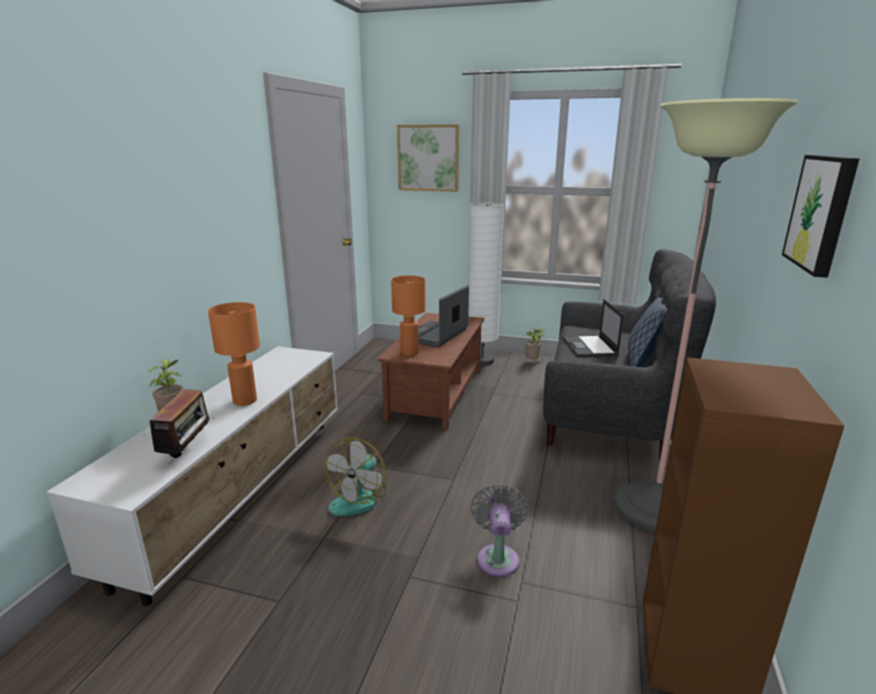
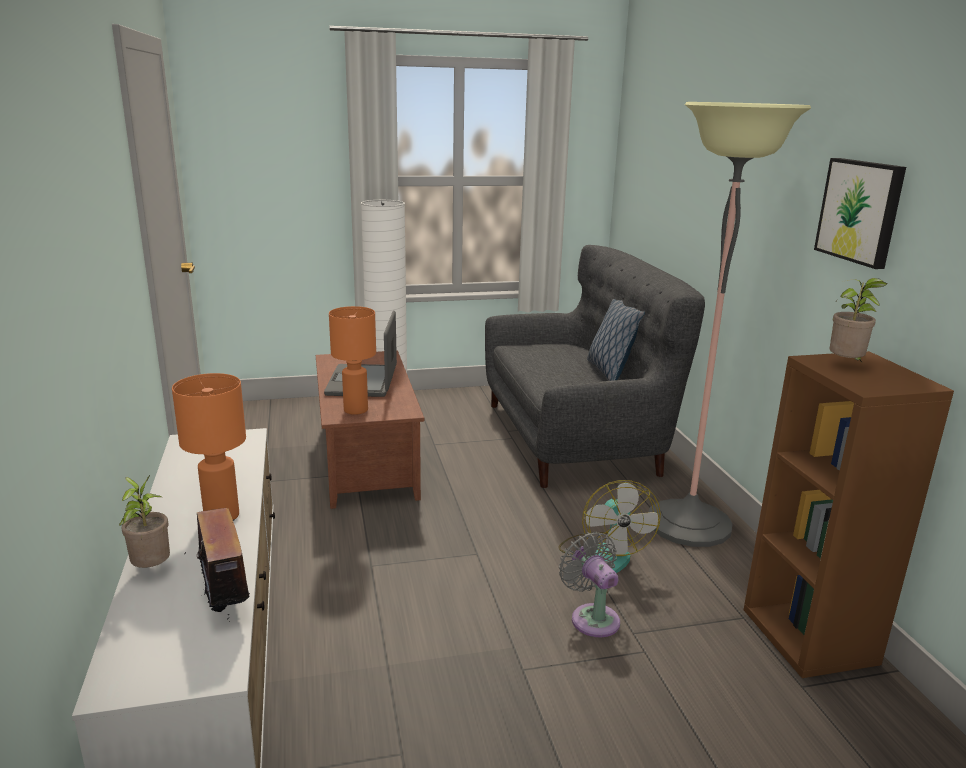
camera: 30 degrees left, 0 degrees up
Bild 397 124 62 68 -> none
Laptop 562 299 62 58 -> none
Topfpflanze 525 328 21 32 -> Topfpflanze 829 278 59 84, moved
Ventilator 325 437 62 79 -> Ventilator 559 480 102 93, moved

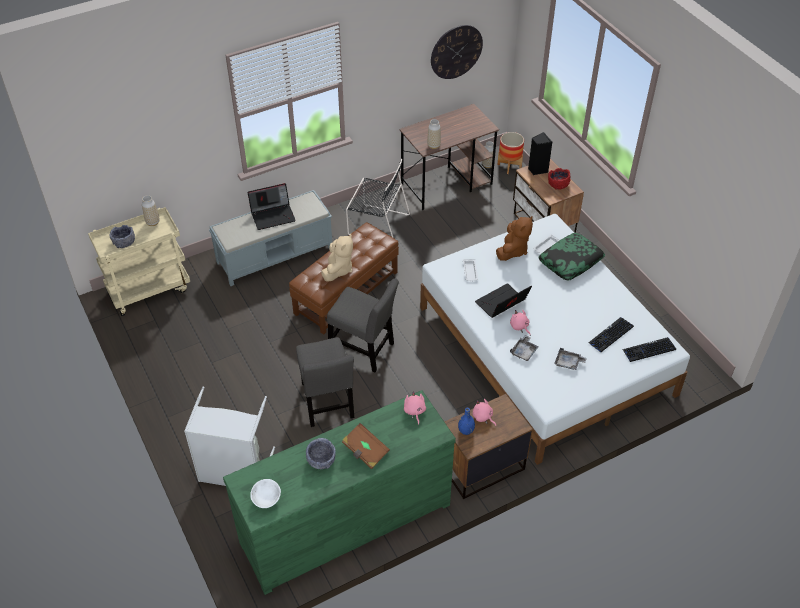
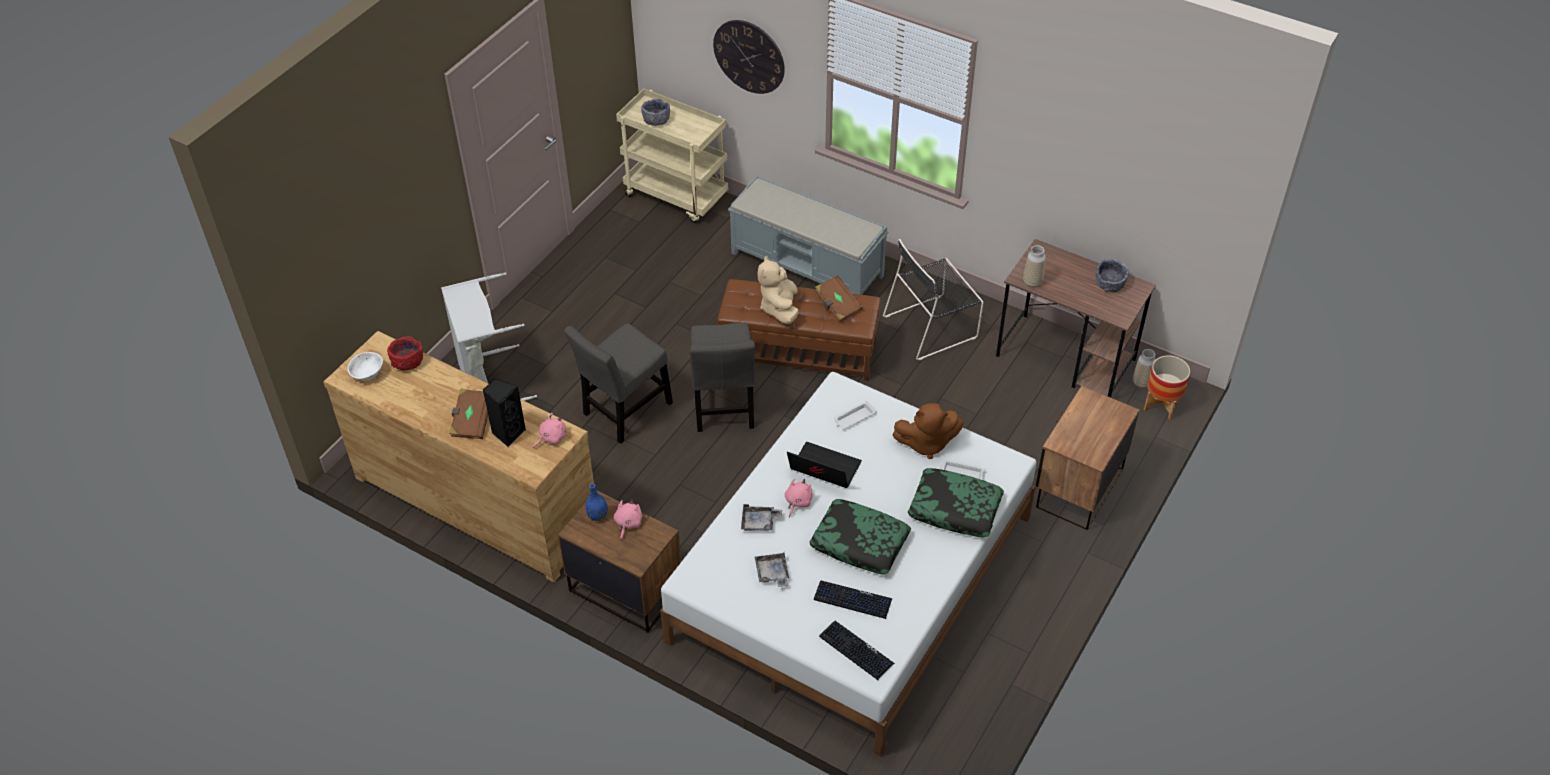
camera: 60 degrees right, 0 degrees up
Wanduhr 431 25 52 54 -> Wanduhr 713 20 72 74, moved
Lautsprecher (schwarz) 528 132 25 43 -> Lautsprecher (schwarz) 483 379 43 68, moved
Stuhl (schwarz) 346 159 64 78 -> Stuhl (schwarz) 883 239 100 121, 75 degrees clockwise
Schüssel (rot) 548 168 23 22 -> Schüssel (rot) 387 336 36 34, moved
Laptop 247 183 49 47 -> none
Vase 142 195 18 31 -> none
Plüschtier (beige) 321 234 32 48 -> Plüschtier (beige) 758 256 41 68, 105 degrees clockwise
Kommode (grün) 223 390 233 205 -> Kommode (braun) 323 331 271 251
Schüssel (grau) 306 438 30 31 -> Schüssel (grau) 1095 259 33 33, moved
none -> Buch (braun) 815 275 48 47
none -> Kissen 810 499 101 75

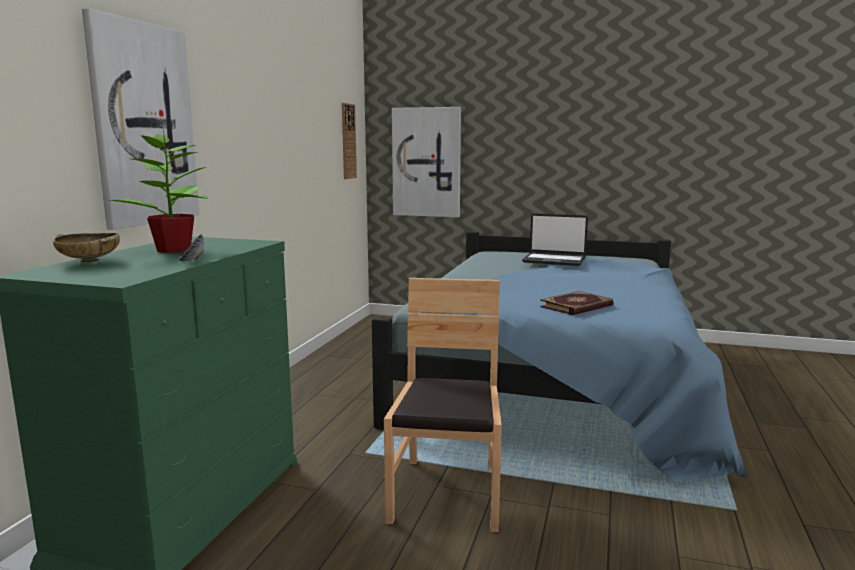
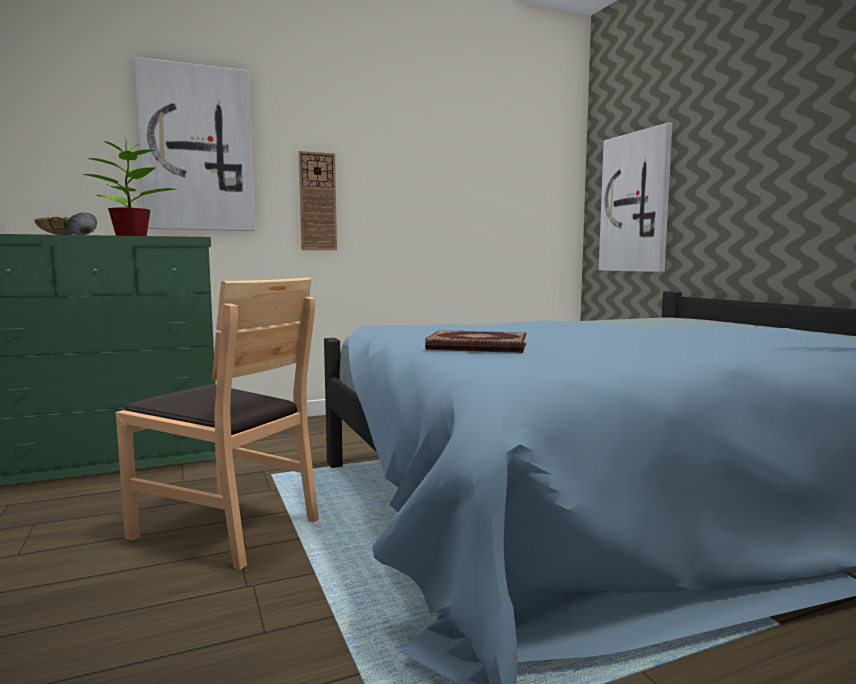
camera: 50 degrees right, 5 degrees down
Wanduhr 342 103 15 76 -> Wanduhr 299 151 38 99, moved
Laptop 522 214 66 52 -> none
Stuhl (braun) 384 278 118 254 -> Stuhl (braun) 116 277 203 293, 60 degrees clockwise

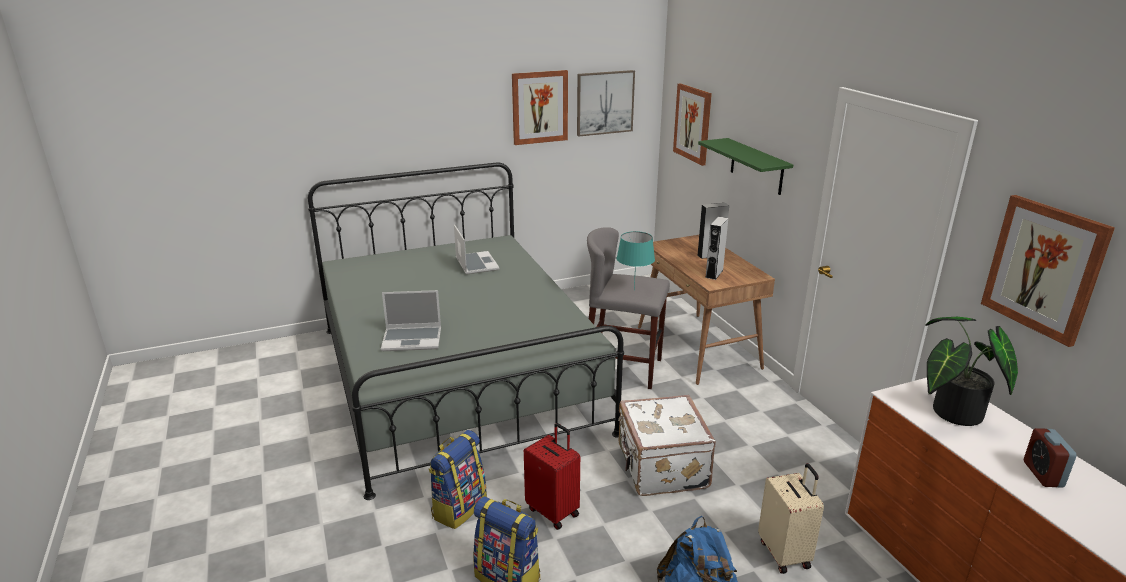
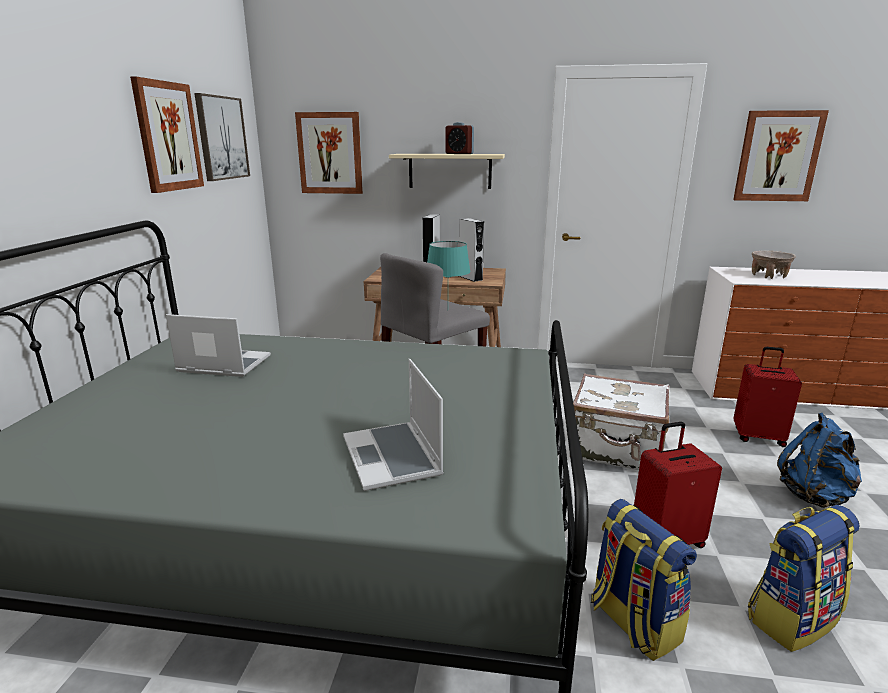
camera: 60 degrees left, 5 degrees down
Wandregal (grün) 698 138 95 57 -> Wandregal (beige) 389 154 116 35
Laptop 381 290 60 61 -> Laptop 343 359 101 132, 135 degrees clockwise
Topfpflanze 925 317 93 109 -> Schüssel (beige) 752 251 44 28
Wecker 1024 428 53 60 -> Wecker 445 122 29 32, moved
Koffer (beige) 758 463 66 111 -> Koffer (rot) 733 347 69 100

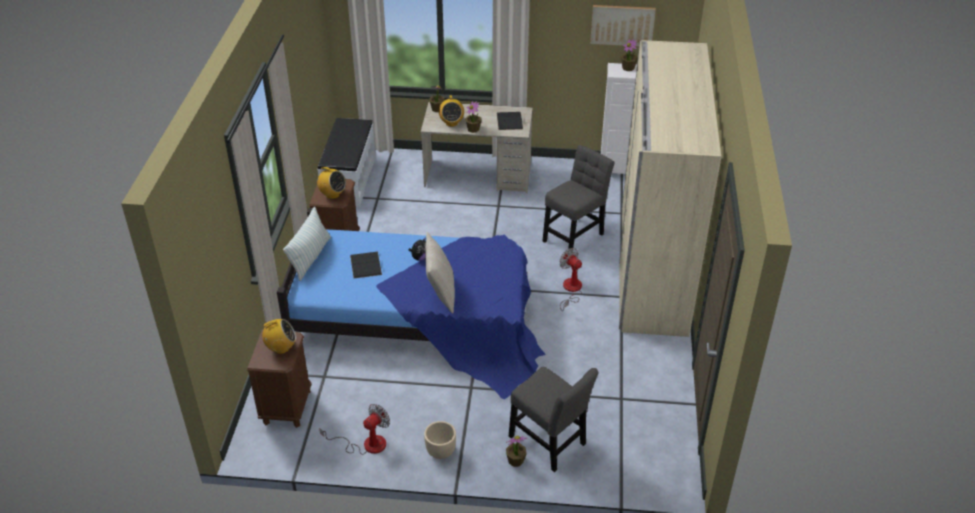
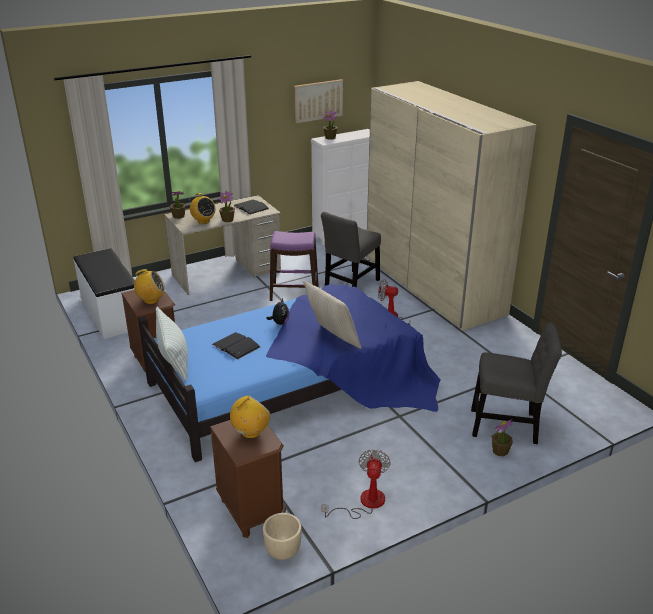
camera: 35 degrees left, 10 degrees down
Stuhl (grau) 542 145 72 107 -> Stuhl (grau) 321 212 60 76, 150 degrees counterclockwise
Pflanzkübel (beige) 424 421 32 38 -> Pflanzkübel (beige) 263 513 39 47, moved
none -> Hocker (lila) 270 231 49 70

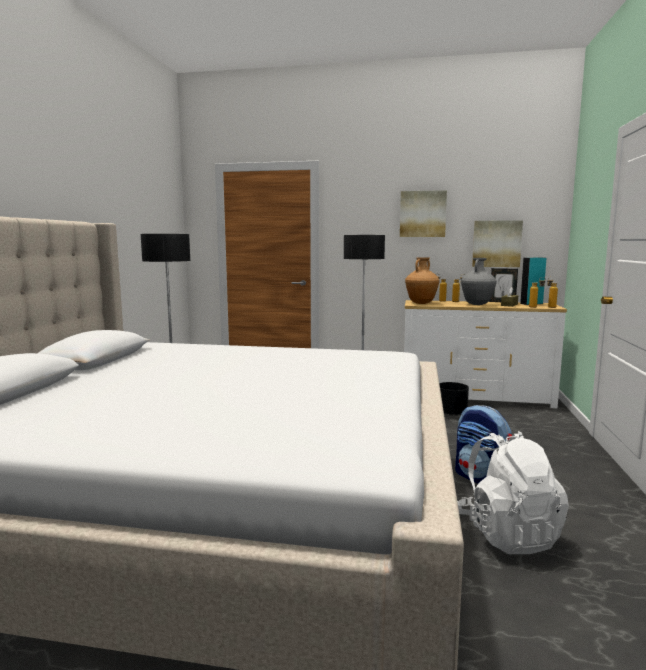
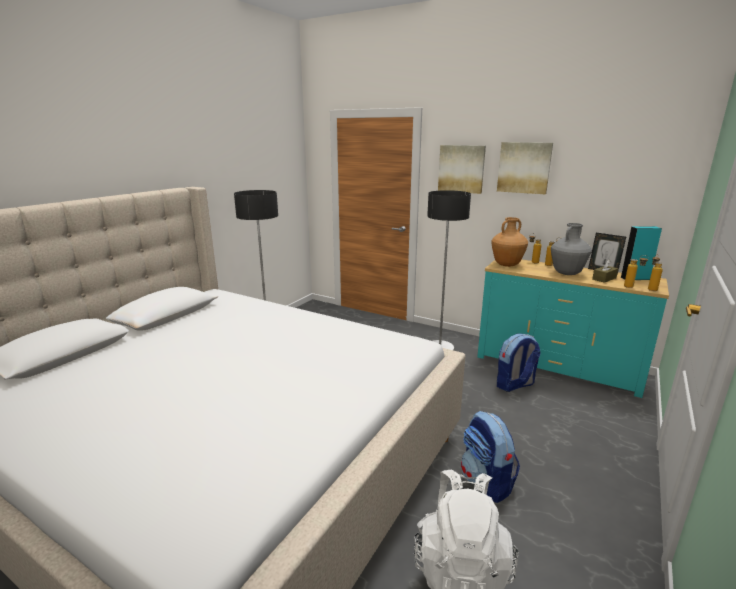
camera: 20 degrees right, 10 degrees up
Bild 472 220 51 47 -> Bild 438 145 48 49, moved
Kommode (weiß) 404 300 163 108 -> Kommode (türkis) 477 260 192 138
Pflanzkübel (schwarz) 439 382 30 34 -> Rucksack 497 333 43 59

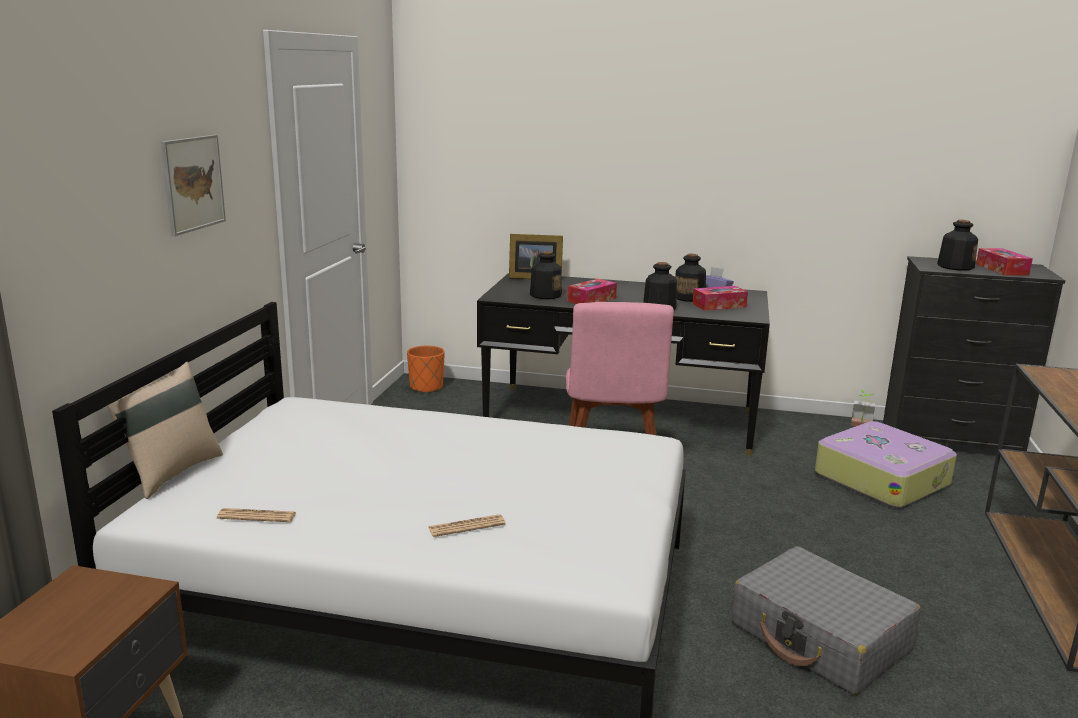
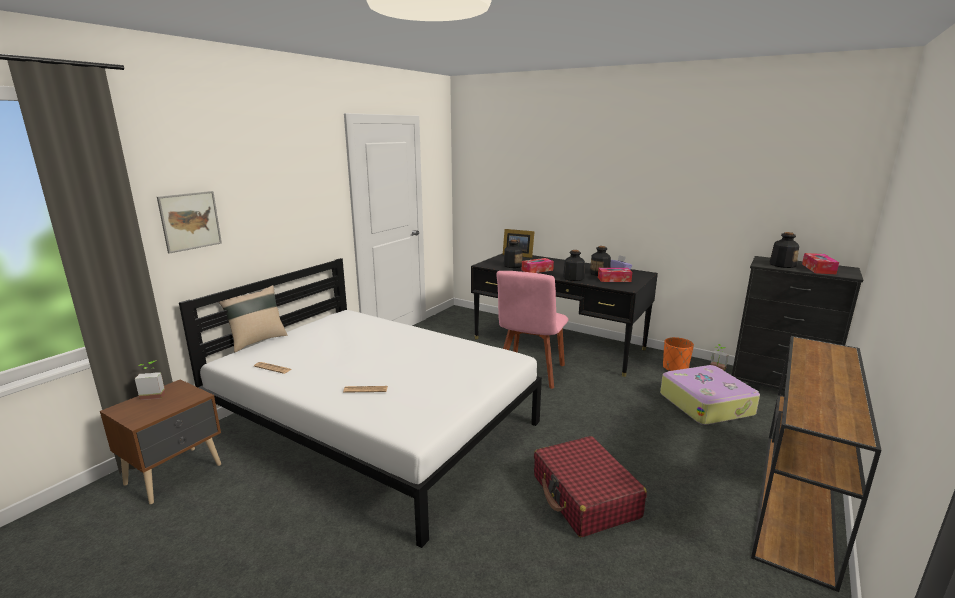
camera: 20 degrees right, 0 degrees up
Bild 161 135 65 101 -> Bild 157 191 65 63, moved
Pflanzkübel (orange) 407 346 38 47 -> Pflanzkübel (orange) 663 337 31 34, moved
Koffer (grau) 732 546 189 149 -> Koffer (rot) 534 436 113 101
none -> Topfpflanze 135 361 30 39

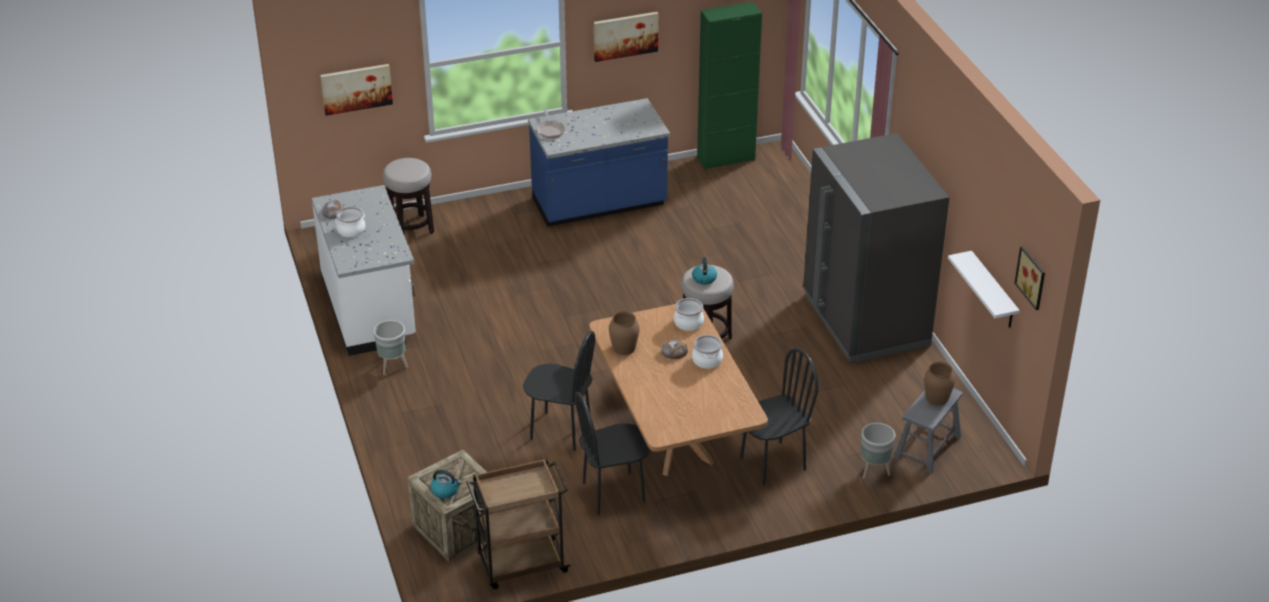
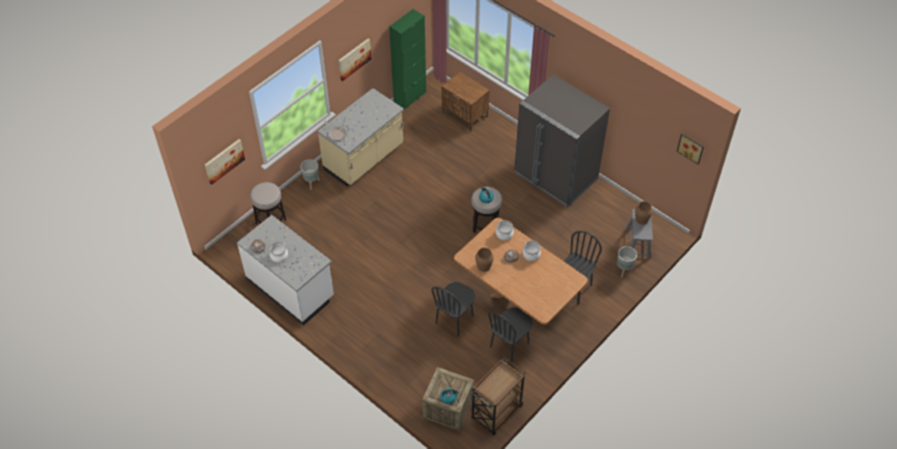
camera: 30 degrees left, 15 degrees up
Küchenzeile (blau) 528 98 142 129 -> Küchenzeile (beige) 317 88 87 98
Wandregal (weiß) 948 251 72 77 -> none
Pflanzkübel (grau) 373 320 35 55 -> Pflanzkübel (grau) 300 159 20 31, moved
Stuhl (schwarz) 523 331 72 120 -> Stuhl (schwarz) 431 282 44 55, 135 degrees clockwise
none -> Nachttisch (braun) 442 72 48 59

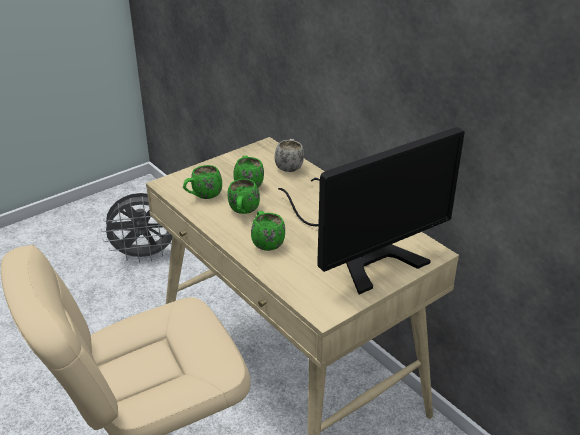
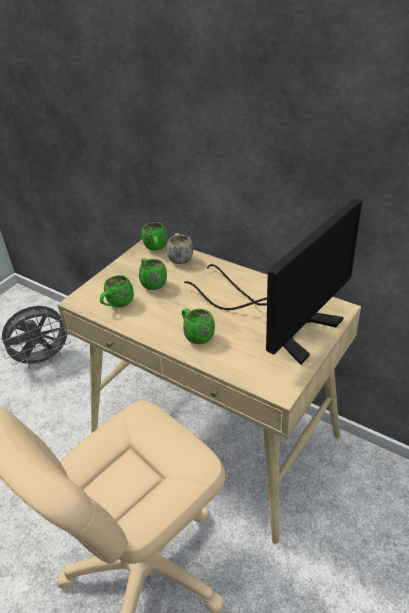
camera: 15 degrees left, 5 degrees up
Henkelbecher (grün) 227 179 33 35 -> Henkelbecher (grün) 142 222 26 29, moved

